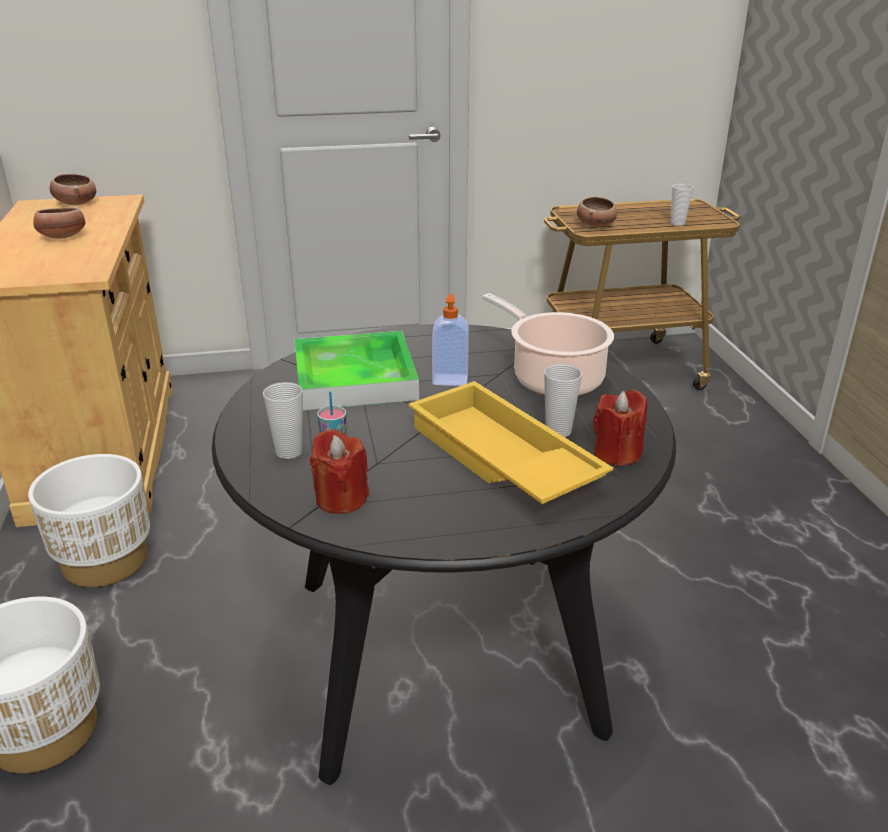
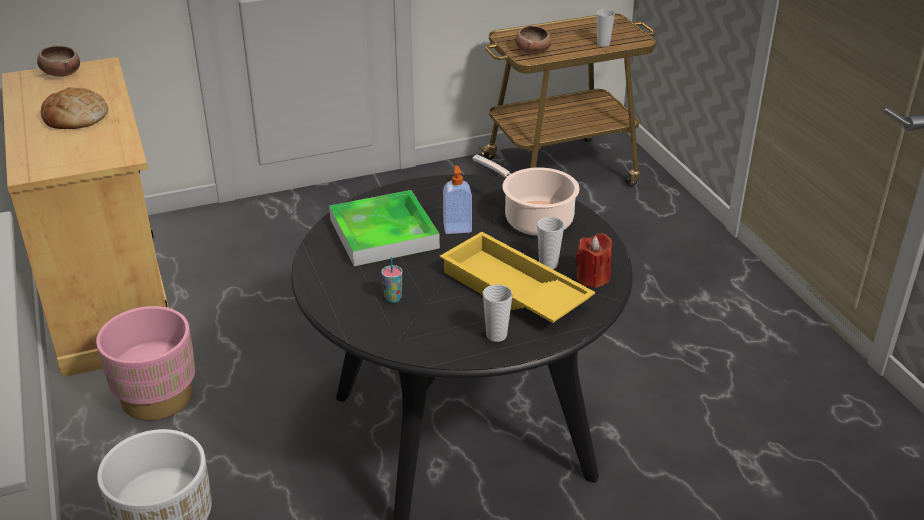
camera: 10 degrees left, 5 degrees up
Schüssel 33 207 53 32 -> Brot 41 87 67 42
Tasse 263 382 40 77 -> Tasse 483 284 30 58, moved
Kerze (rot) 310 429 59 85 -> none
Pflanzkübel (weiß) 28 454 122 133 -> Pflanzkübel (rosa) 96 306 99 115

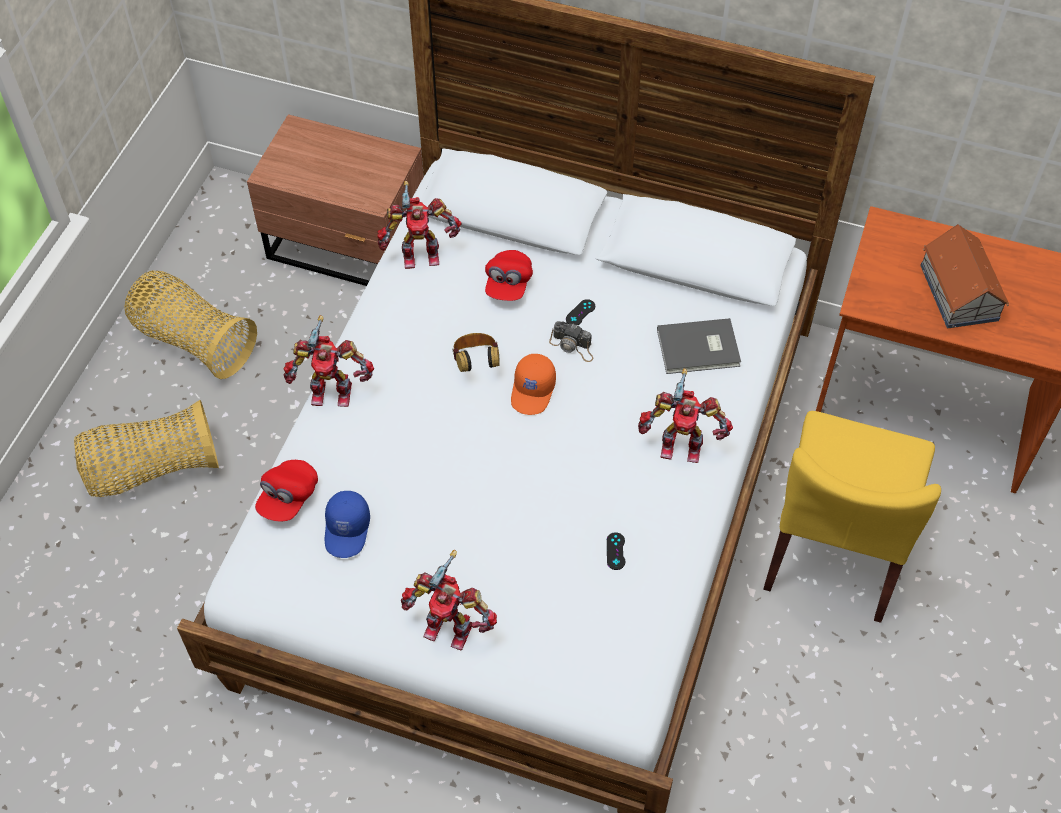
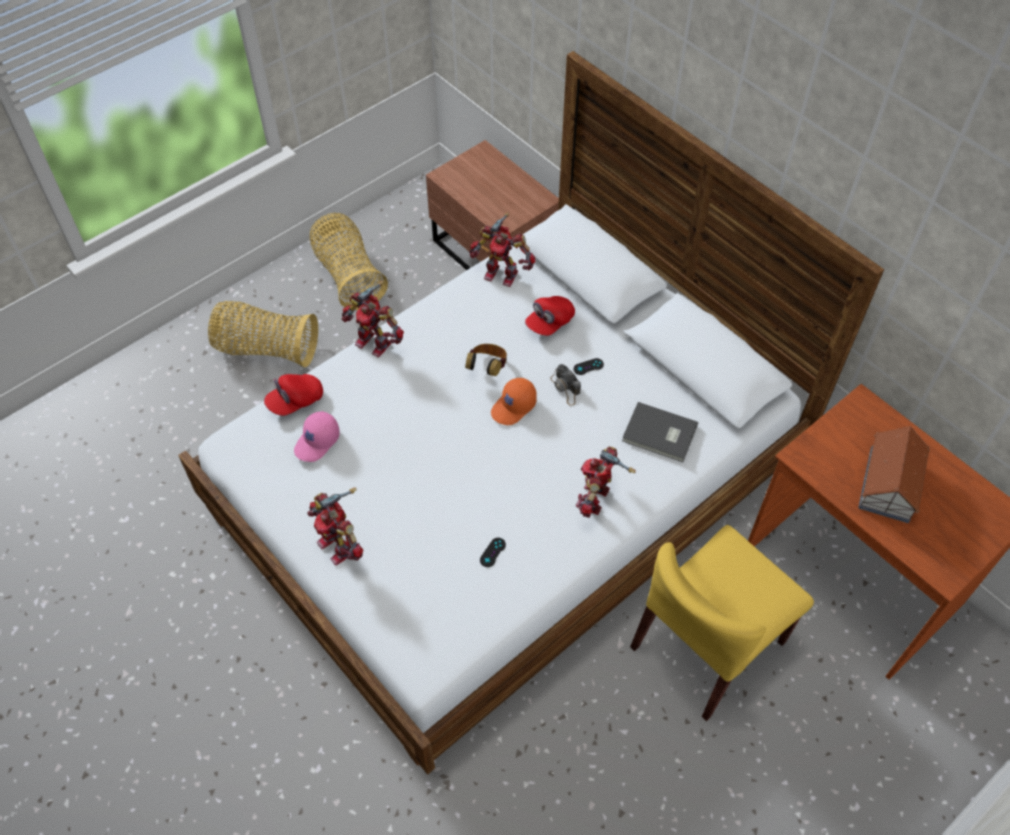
camera: 30 degrees right, 0 degrees up
Spielzeugroboter 638 368 95 95 -> Spielzeugroboter 576 446 60 72, 75 degrees clockwise
Kappe (blau) 325 491 45 67 -> Kappe (rosa) 294 412 46 50

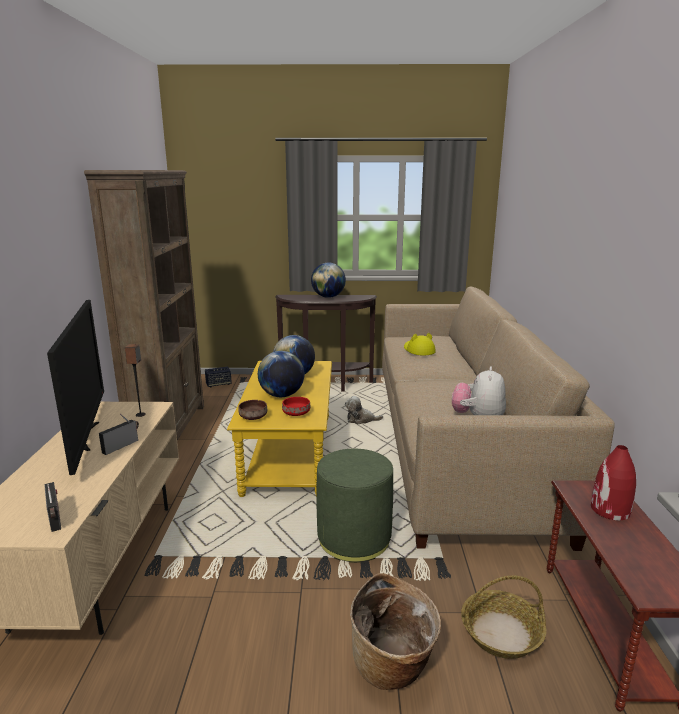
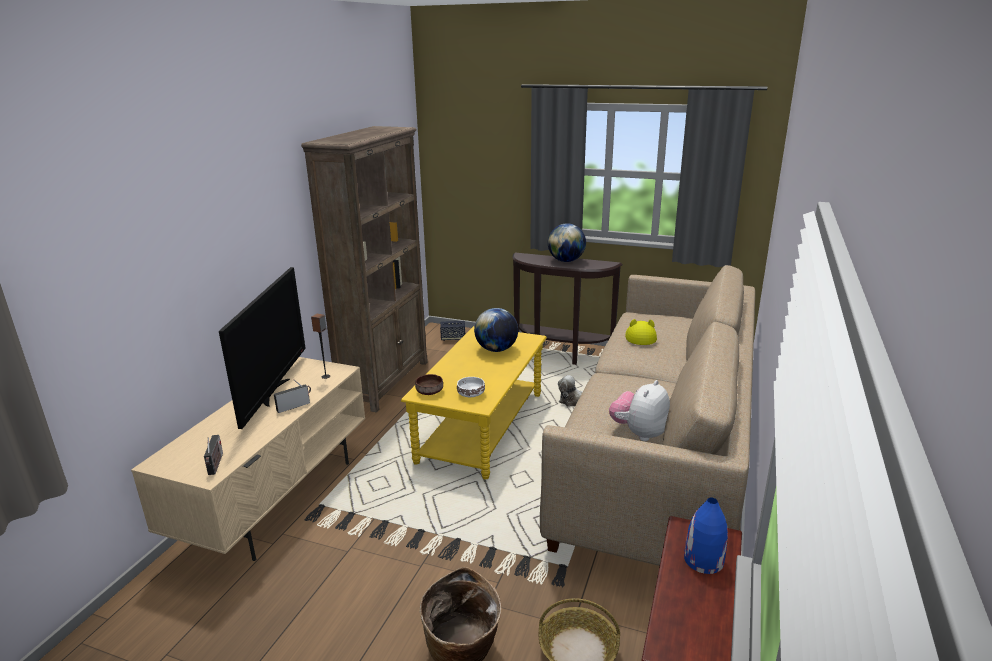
camera: 20 degrees right, 5 degrees up
Globus 258 351 46 46 -> none
Schüssel (rot) 282 397 28 19 -> Schüssel (weiß) 457 377 28 20
Vase (rot) 591 445 45 75 -> Vase (blau) 684 498 44 76
Polsterhocker (grün) 317 449 76 114 -> none

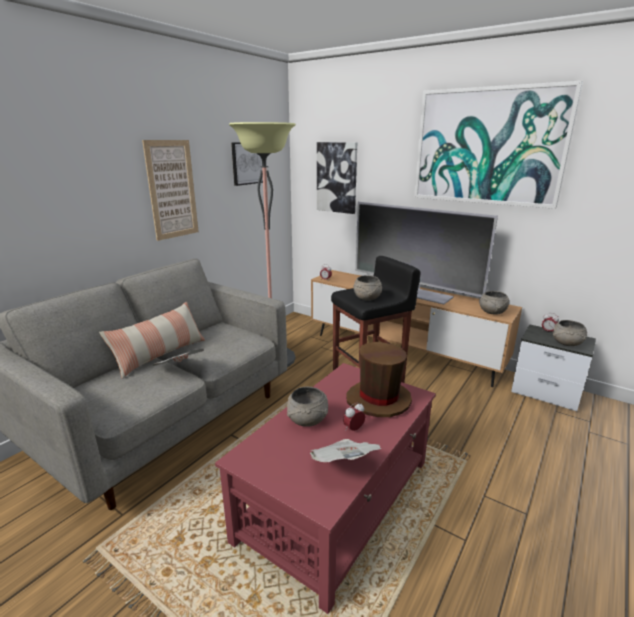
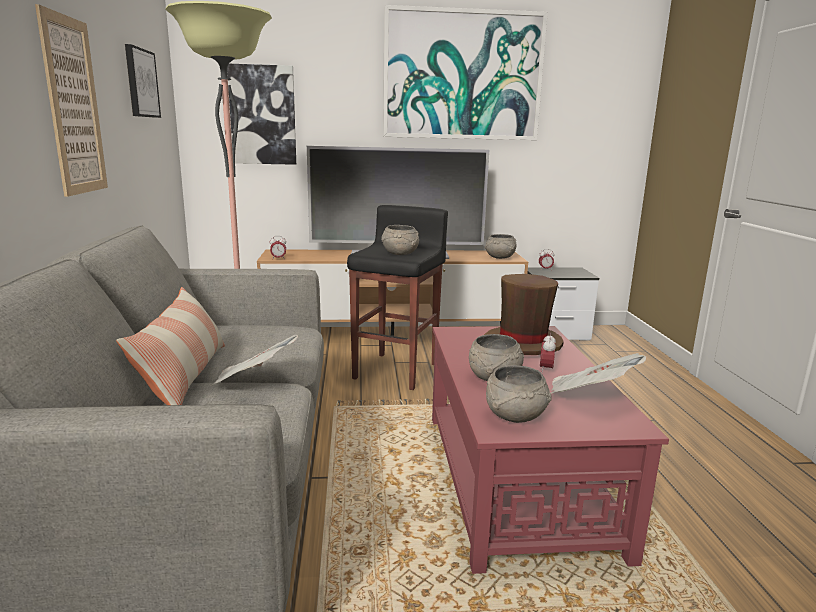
camera: 40 degrees left, 5 degrees down
Schüssel (grau) 553 320 34 26 -> Schüssel (grau) 486 365 66 58, moved

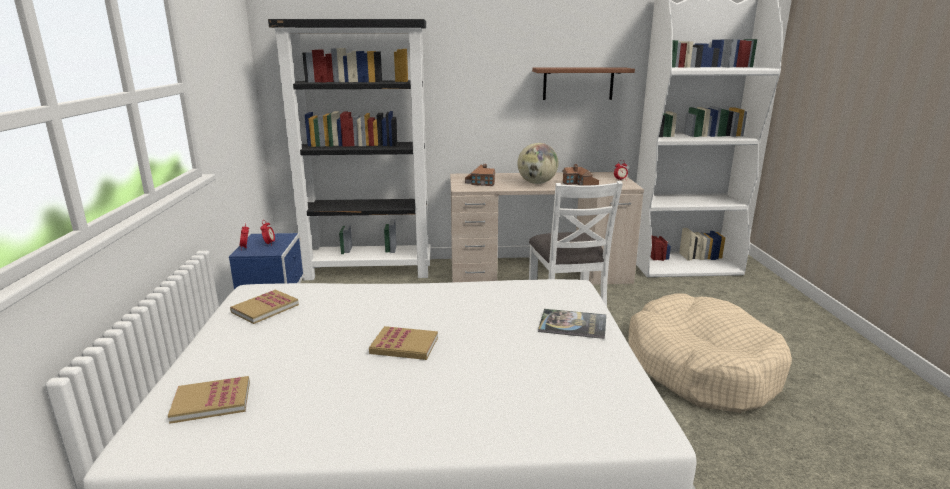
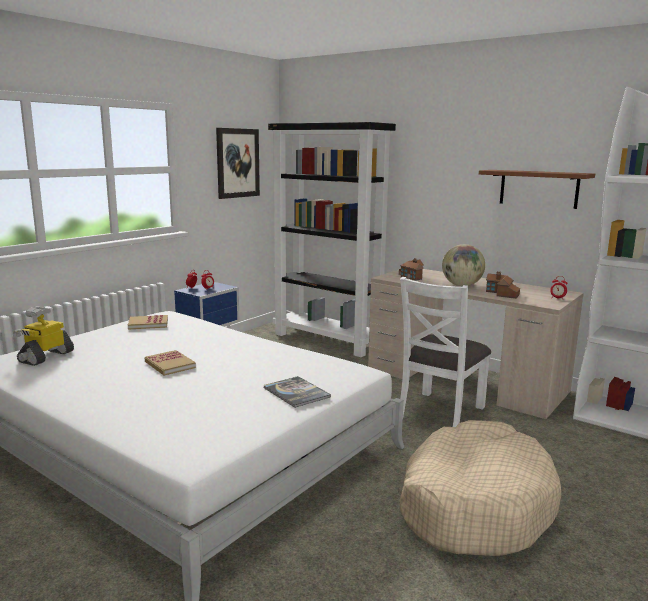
camera: 40 degrees right, 5 degrees down
Buch 168 376 82 48 -> Spielzeugroboter 13 307 61 59
none -> Bild 216 128 44 71

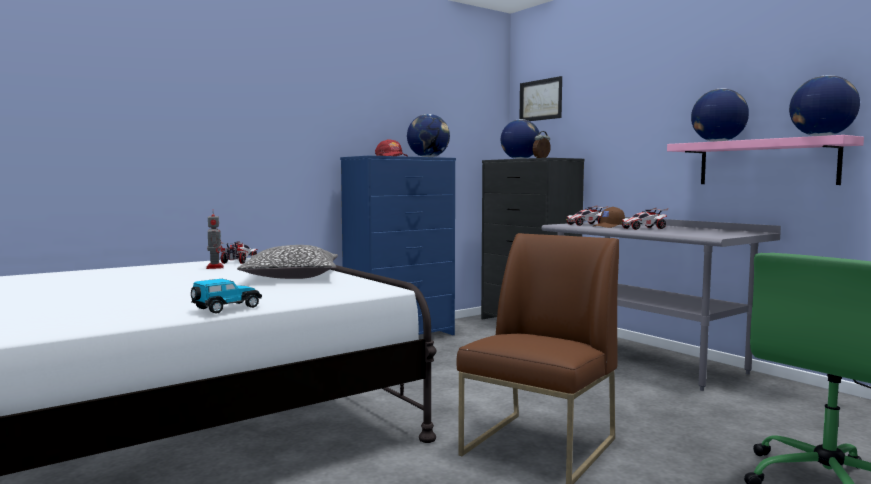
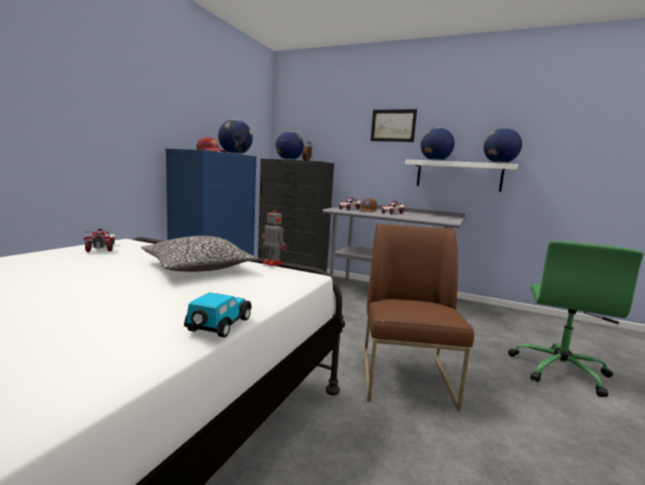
camera: 30 degrees left, 5 degrees up
Bild 520 76 42 45 -> Bild 371 109 46 33, moved
Wandregal (rosa) 667 135 197 50 -> Wandregal (weiß) 405 160 113 32
Spielzeugroboter 206 214 18 55 -> Spielzeugroboter 262 206 24 60, moved

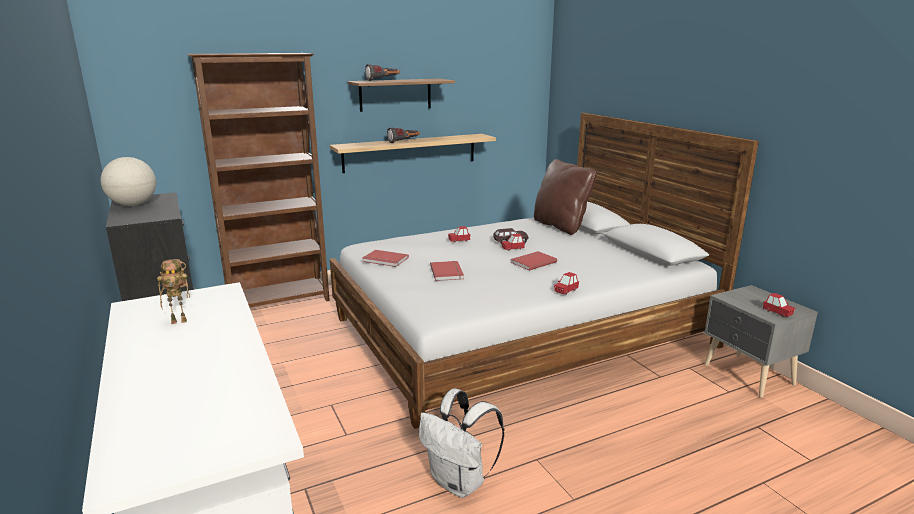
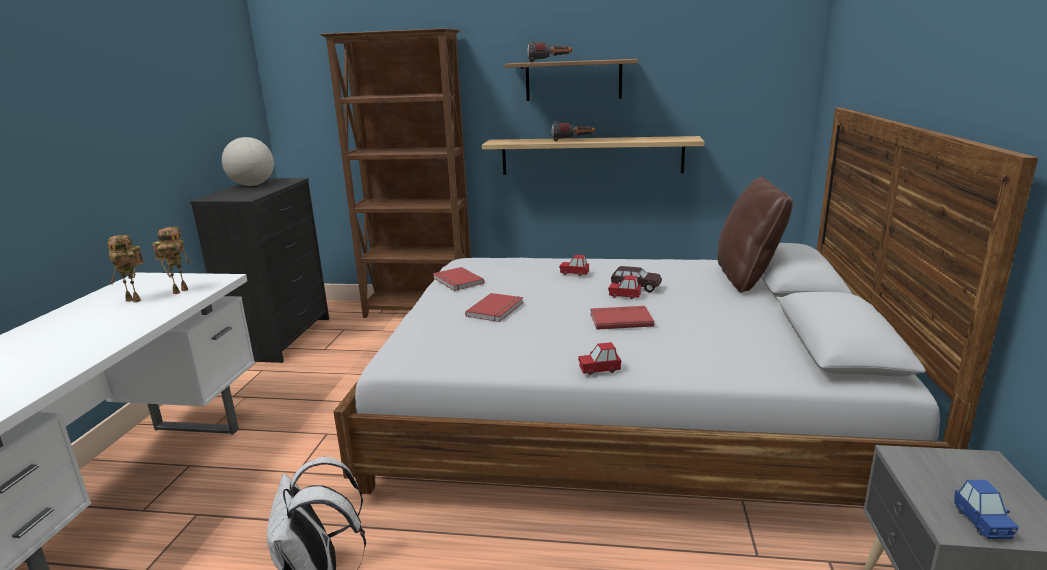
camera: 35 degrees right, 0 degrees up
Spielzeugauto (rot) 763 293 32 24 -> Spielzeugauto (blau) 954 480 65 59
none -> Spielzeugroboter 152 227 39 67

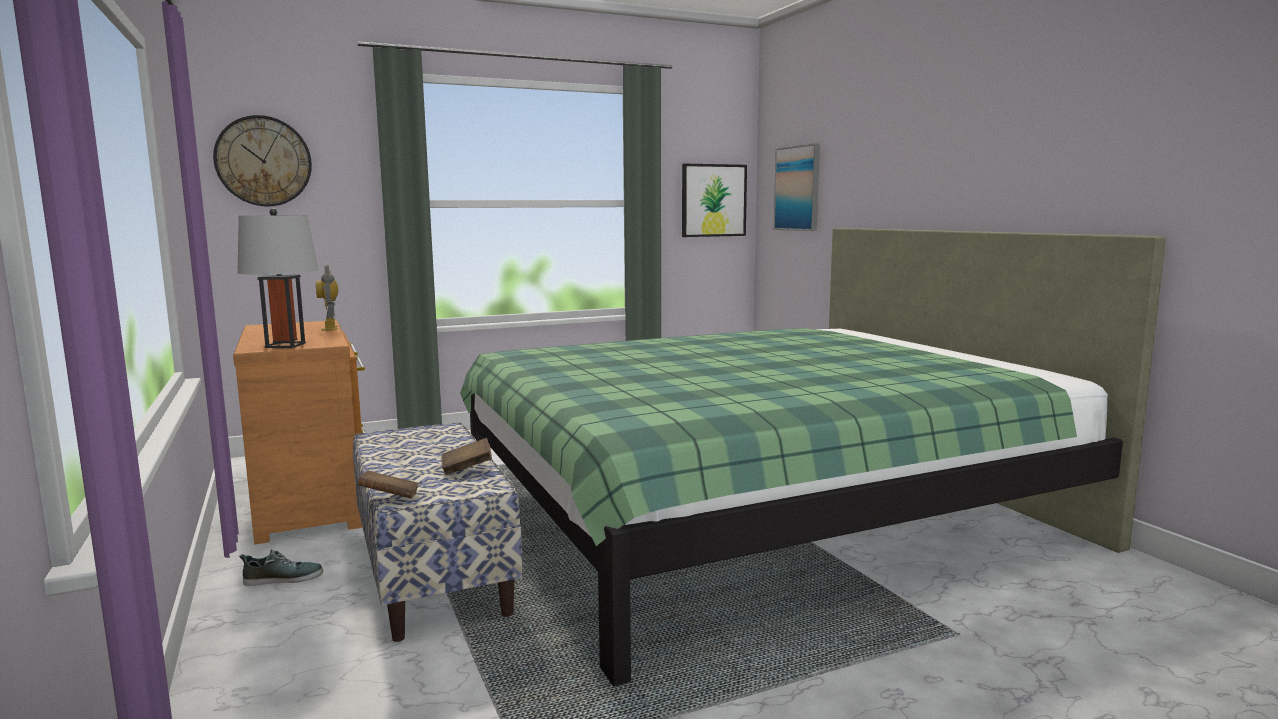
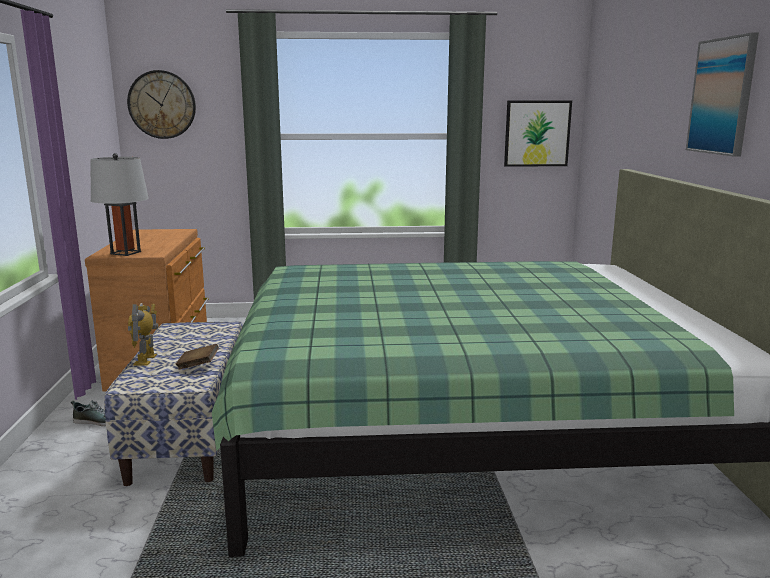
camera: 20 degrees right, 5 degrees up
Bild 773 143 47 88 -> Bild 686 33 73 123, moved
Spielzeugroboter 316 266 22 65 -> Spielzeugroboter 128 303 30 63, moved
Buch (braun) 357 471 62 27 -> none

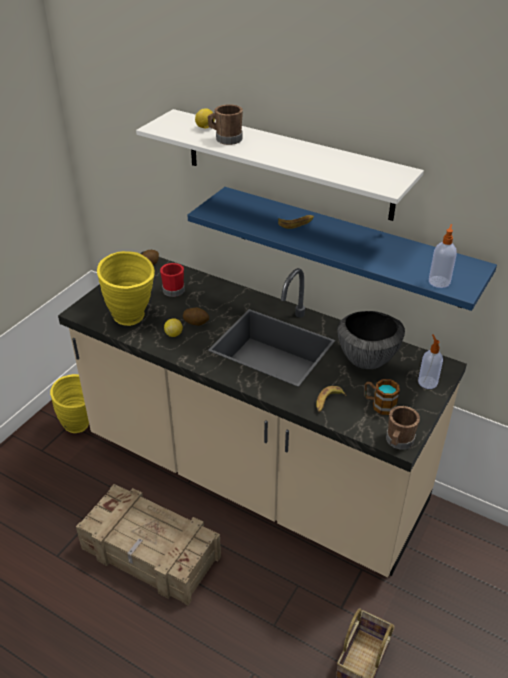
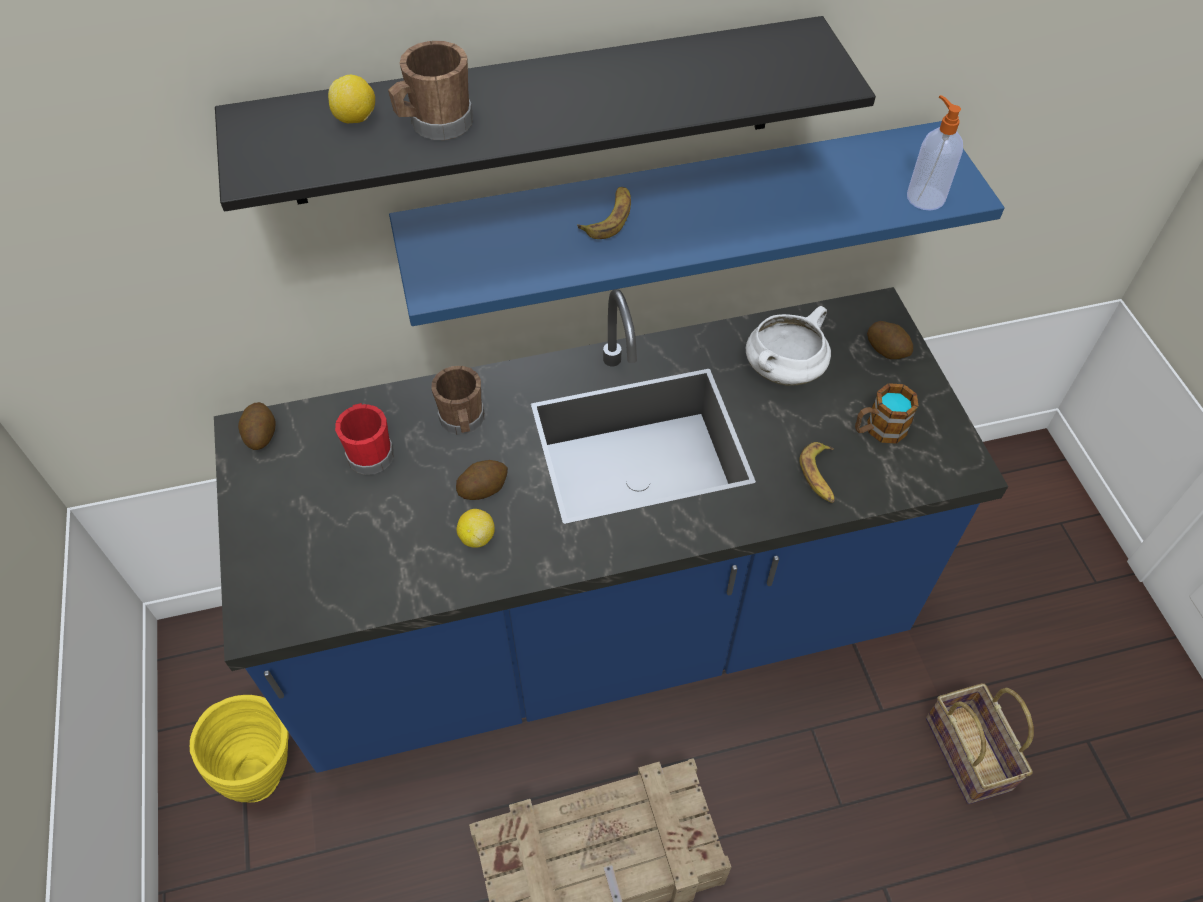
camera: 45 degrees left, 15 degrees up
Wandregal (weiß) 136 109 288 112 -> Wandregal (schwarz) 215 16 661 195
Küchenzeile (beige) 58 251 409 327 -> Küchenzeile (blau) 214 287 794 486
Vase (gelb) 97 251 58 75 -> none
Schüssel 337 311 68 58 -> Kochtopf (weiß) 746 306 85 80
Seifenspender 418 334 25 55 -> Kartoffel 867 321 46 38
Henkelbecher (braun) 386 406 34 44 -> Henkelbecher (braun) 431 366 53 69, moved

